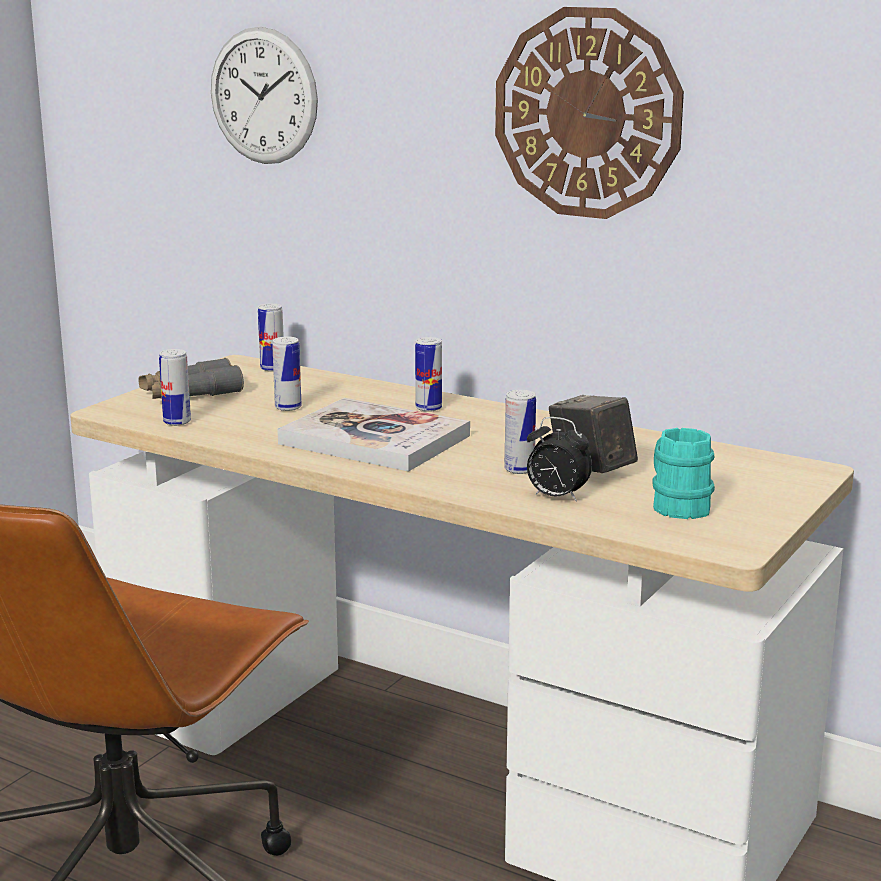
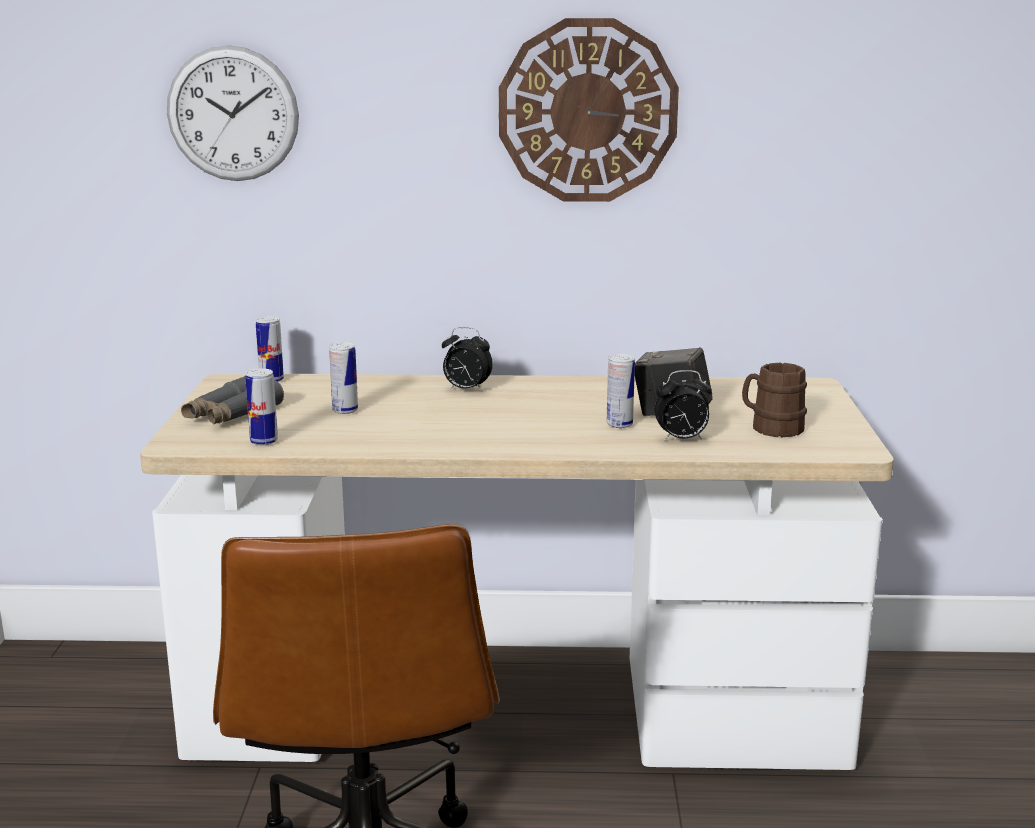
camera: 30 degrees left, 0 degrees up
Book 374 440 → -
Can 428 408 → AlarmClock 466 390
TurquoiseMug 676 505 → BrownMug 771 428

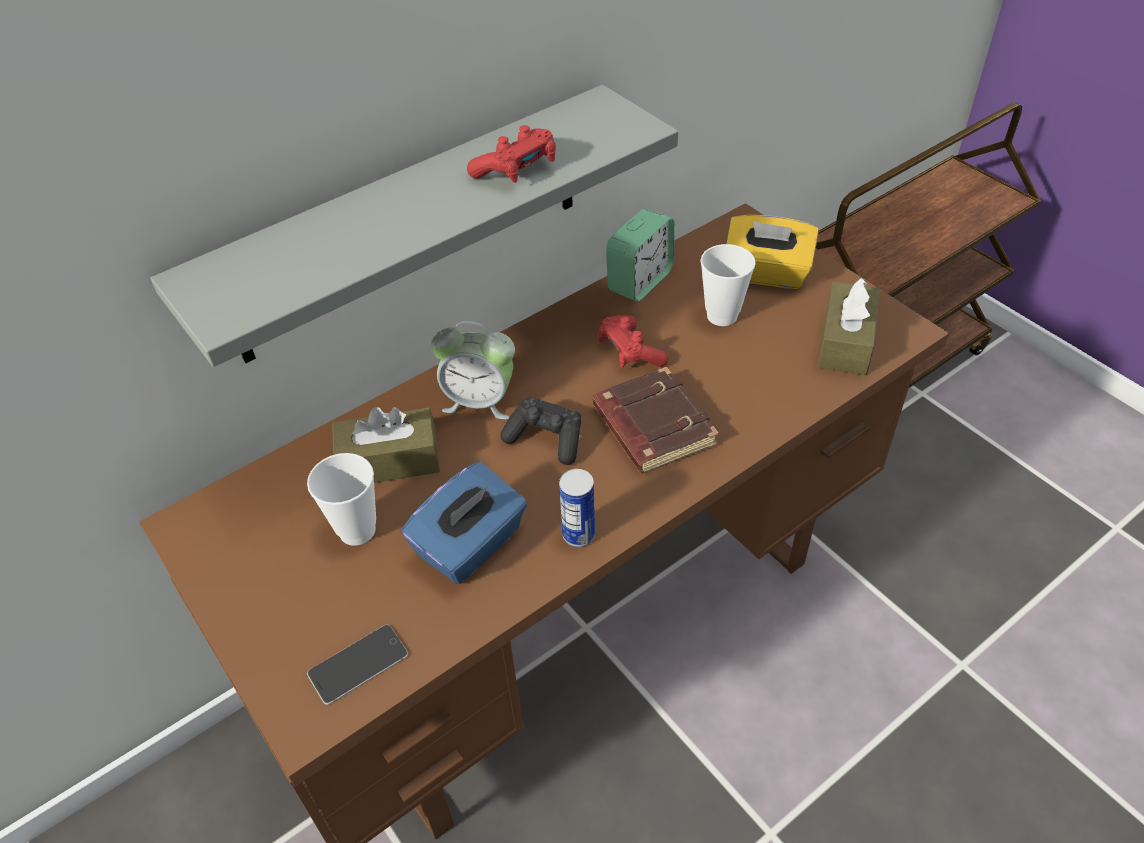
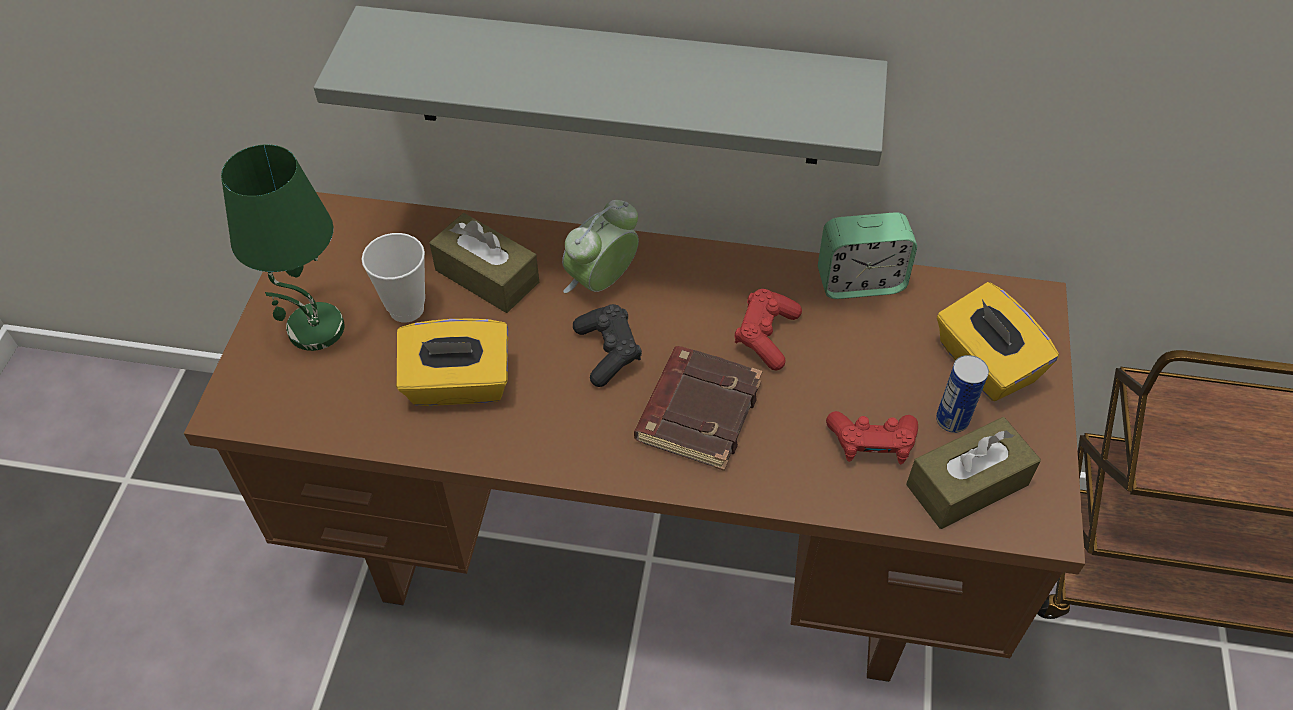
camera: 45 degrees right, 5 degrees up
Phone 358 664 → -
Cup 722 316 → -
- → GreenTableLamp 315 330
RedGameController 517 169 → RedGameController 871 444, relocated
Can 578 535 → Can 952 420, relocated
BlueTissueBox 471 545 → YellowTissueBox 458 385
AlarmClock 479 401 → AlarmClock 602 282, 75 degrees clockwise

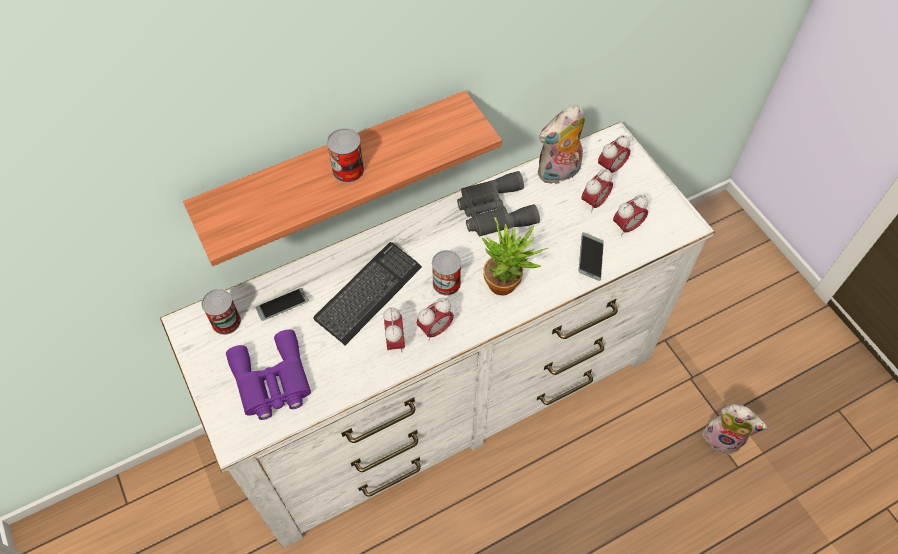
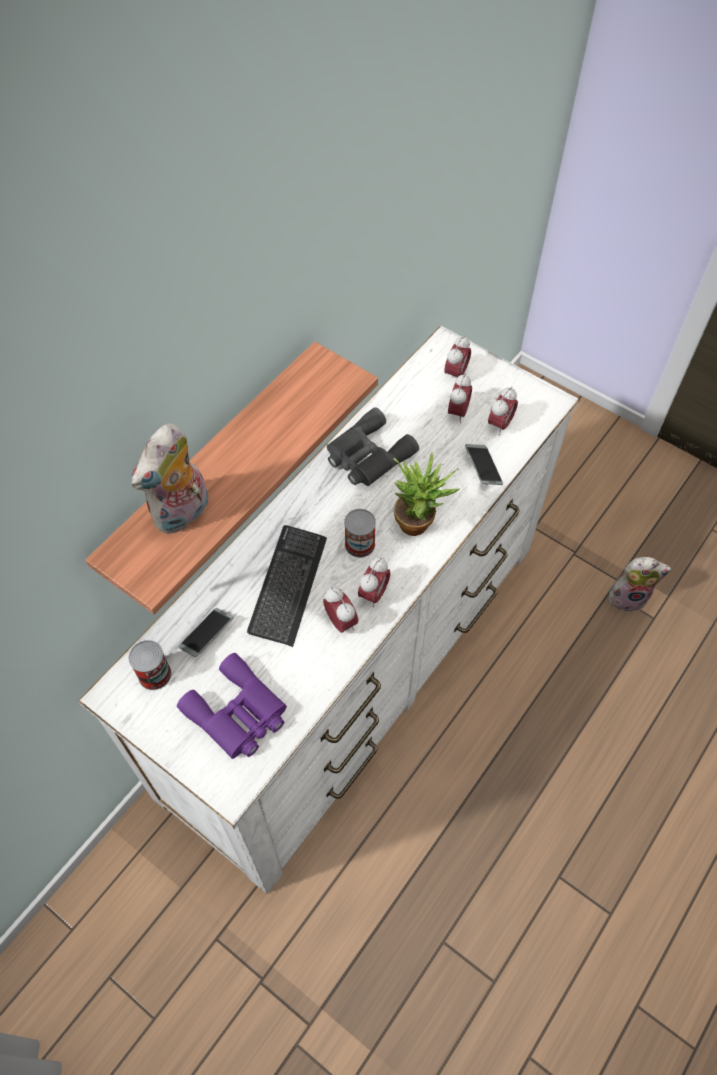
camera: 25 degrees left, 0 degrees up
Can 348 170 → -
PlushToy 558 173 → PlushToy 183 514, relocated

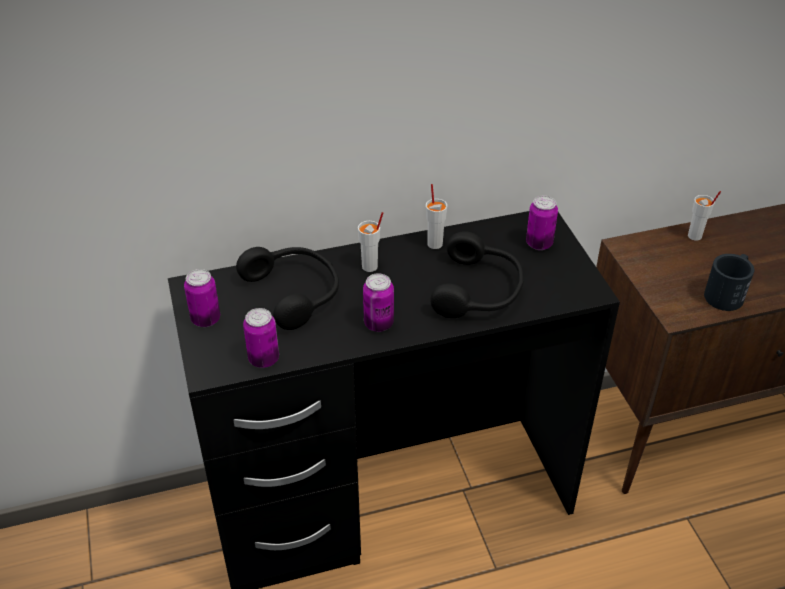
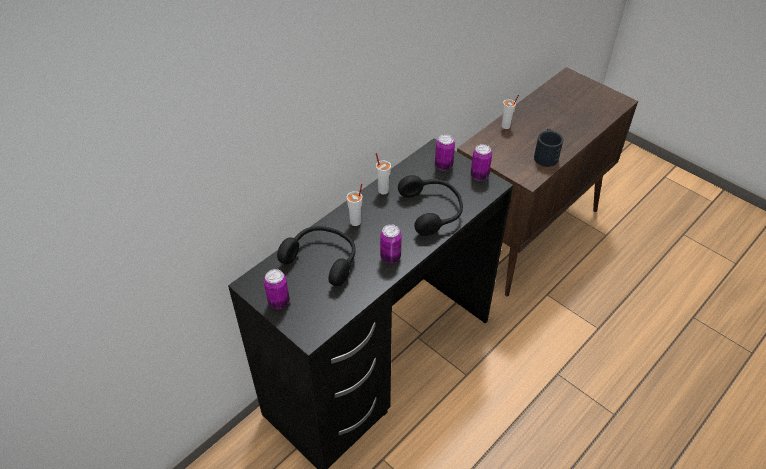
camera: 30 degrees left, 5 degrees up
Can 264 359 → Can 479 176, relocated

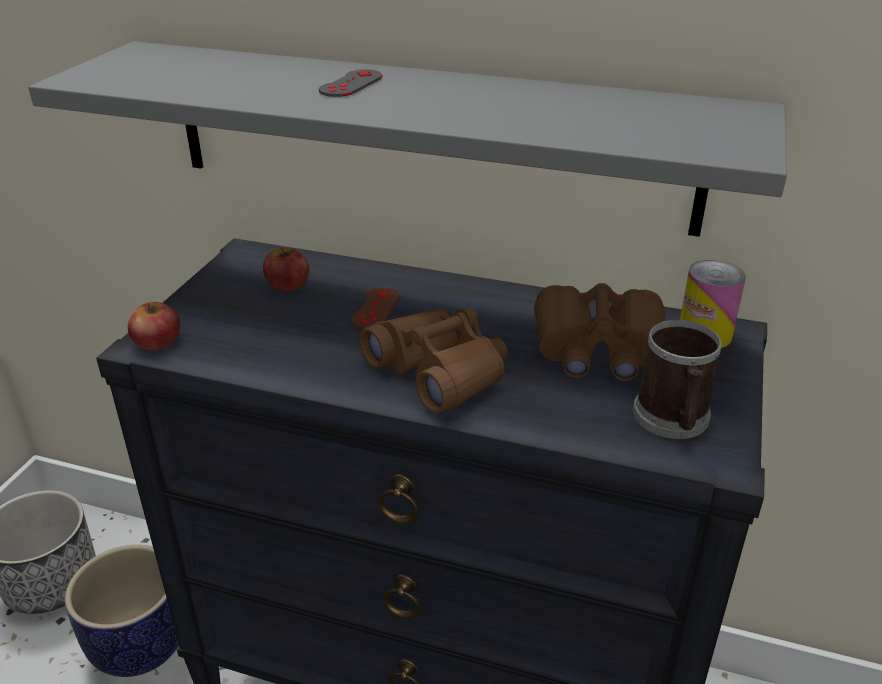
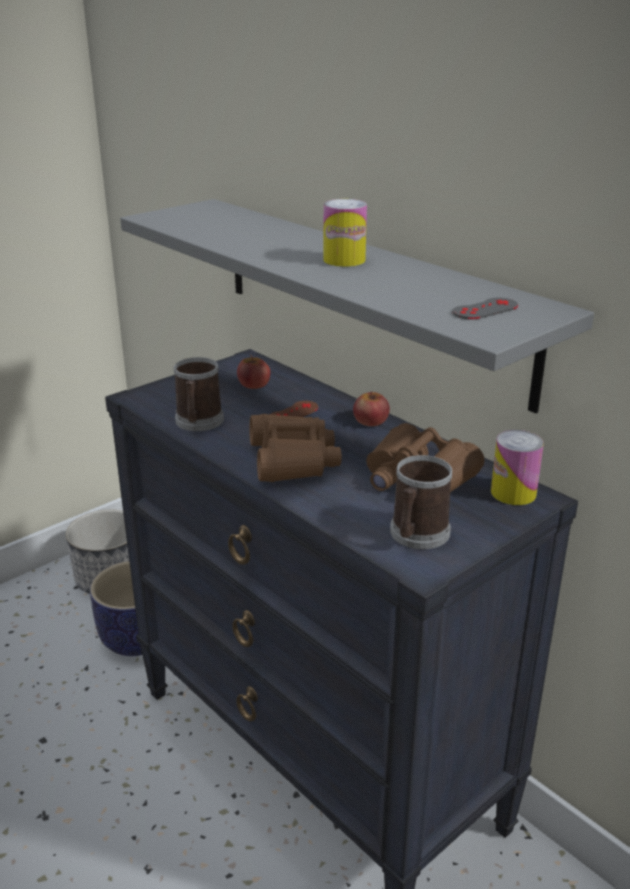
camera: 30 degrees right, 5 degrees down
- → Mug 198 422
- → Can 344 260
Apple 157 341 → Apple 370 421, relocated
GreyGameController 351 84 → GreyGameController 485 309, relocated

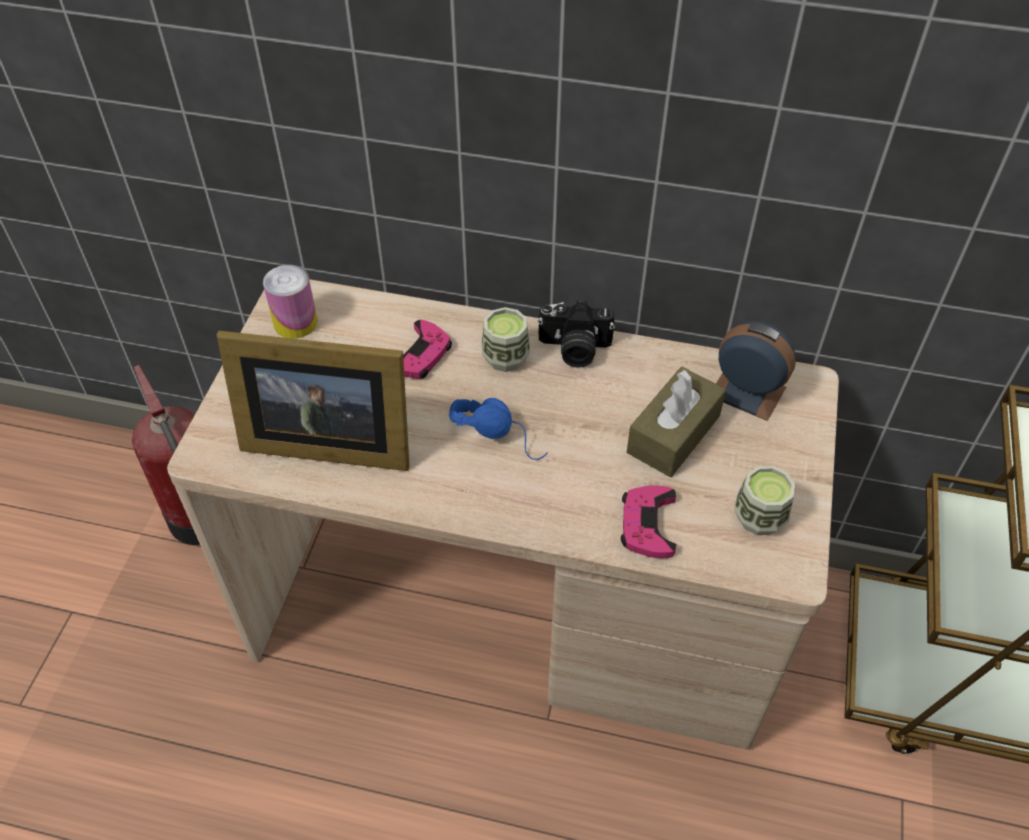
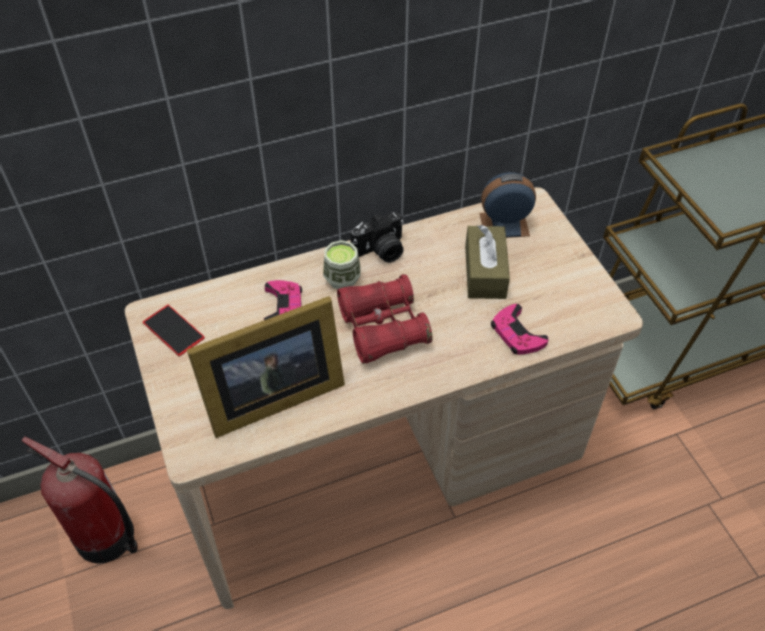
camera: 35 degrees left, 0 degrees up
Cup 759 517 → -
Can 295 322 → Phone 173 330
BlueHeadphones 501 433 → RedBinoculars 383 328

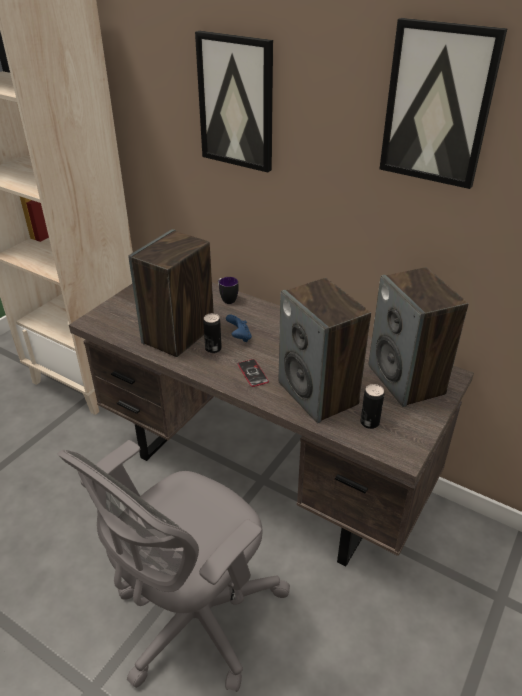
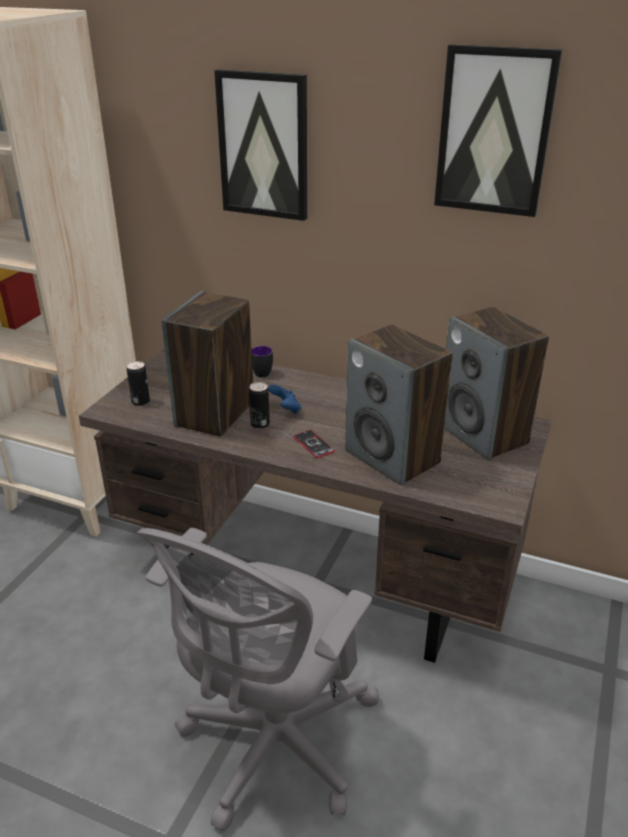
camera: 10 degrees left, 5 degrees down
Can 369 422 → Can 140 402, relocated

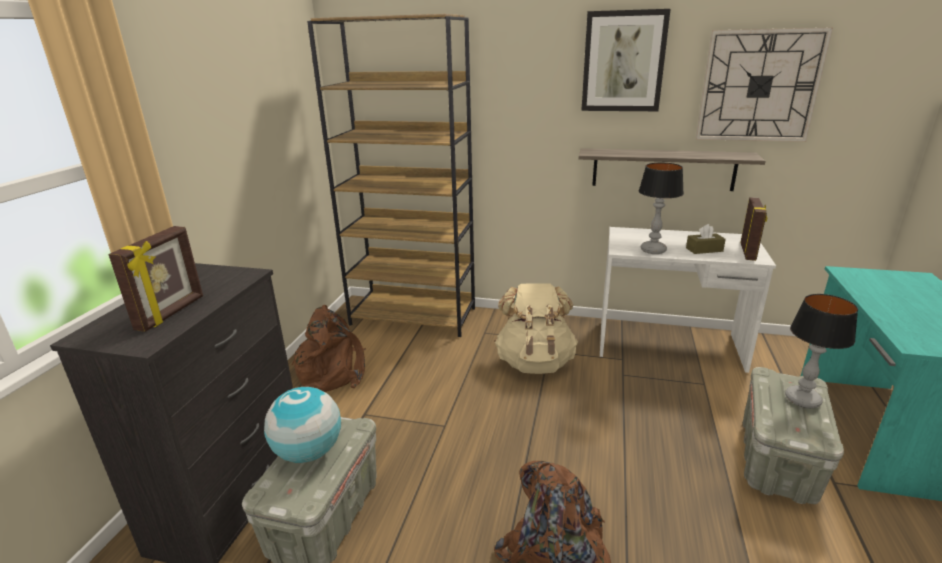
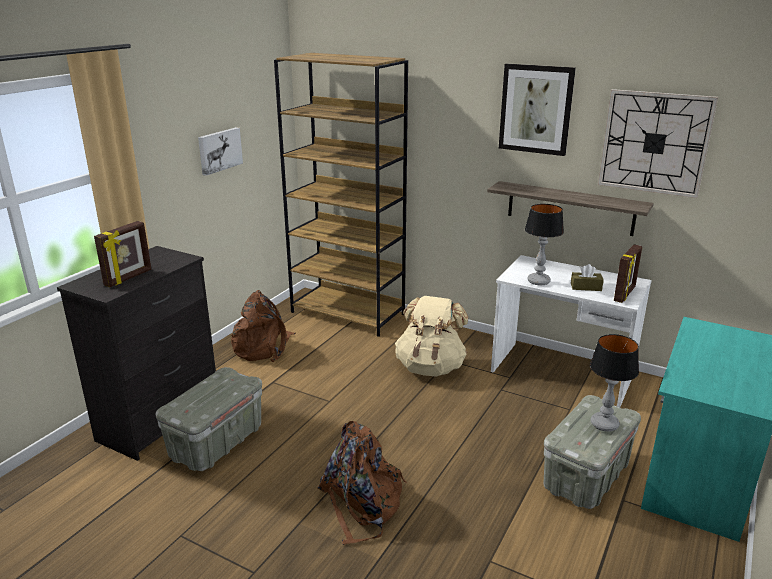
camera: 15 degrees right, 0 degrees up
Globe 309 452 → -
- → Picture 219 150

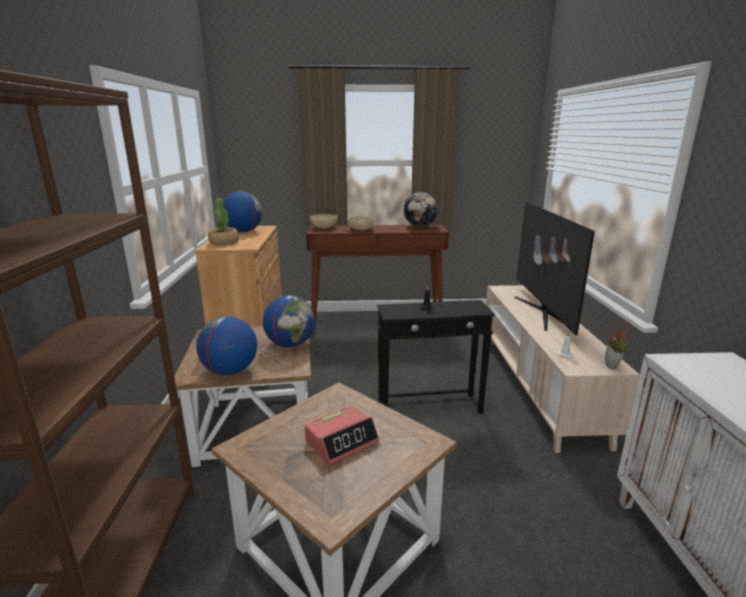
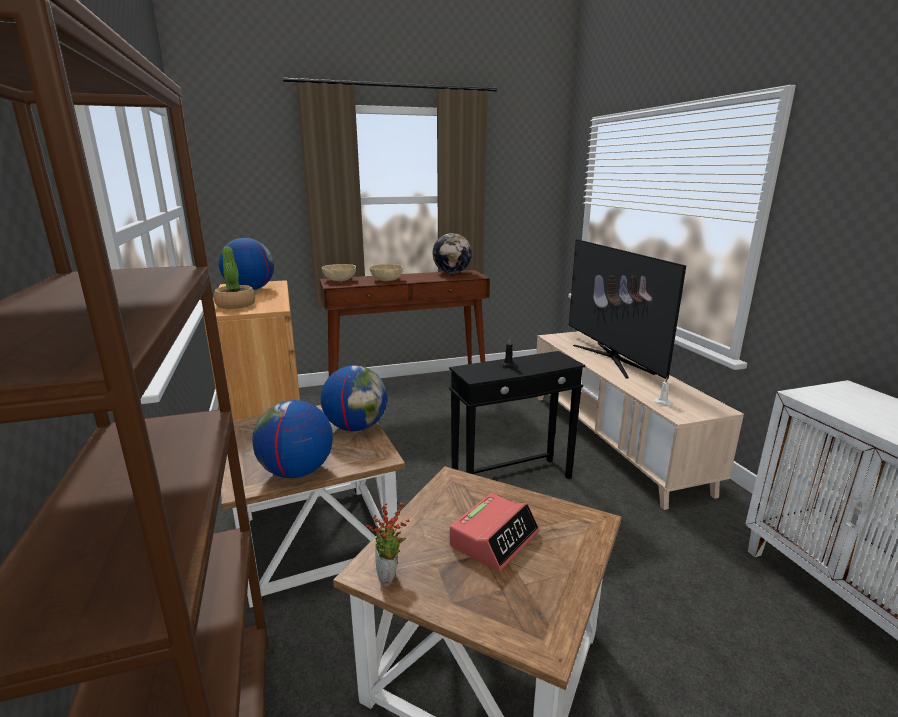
camera: 15 degrees left, 0 degrees up
PottedPlant 613 367 → PottedPlant 390 577, relocated

